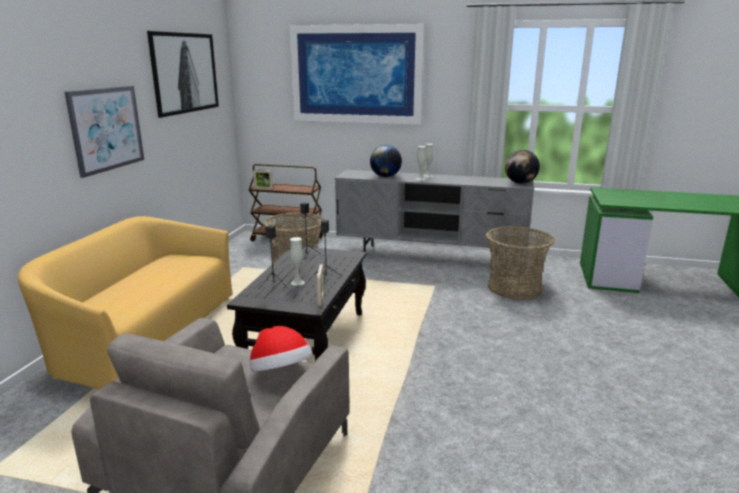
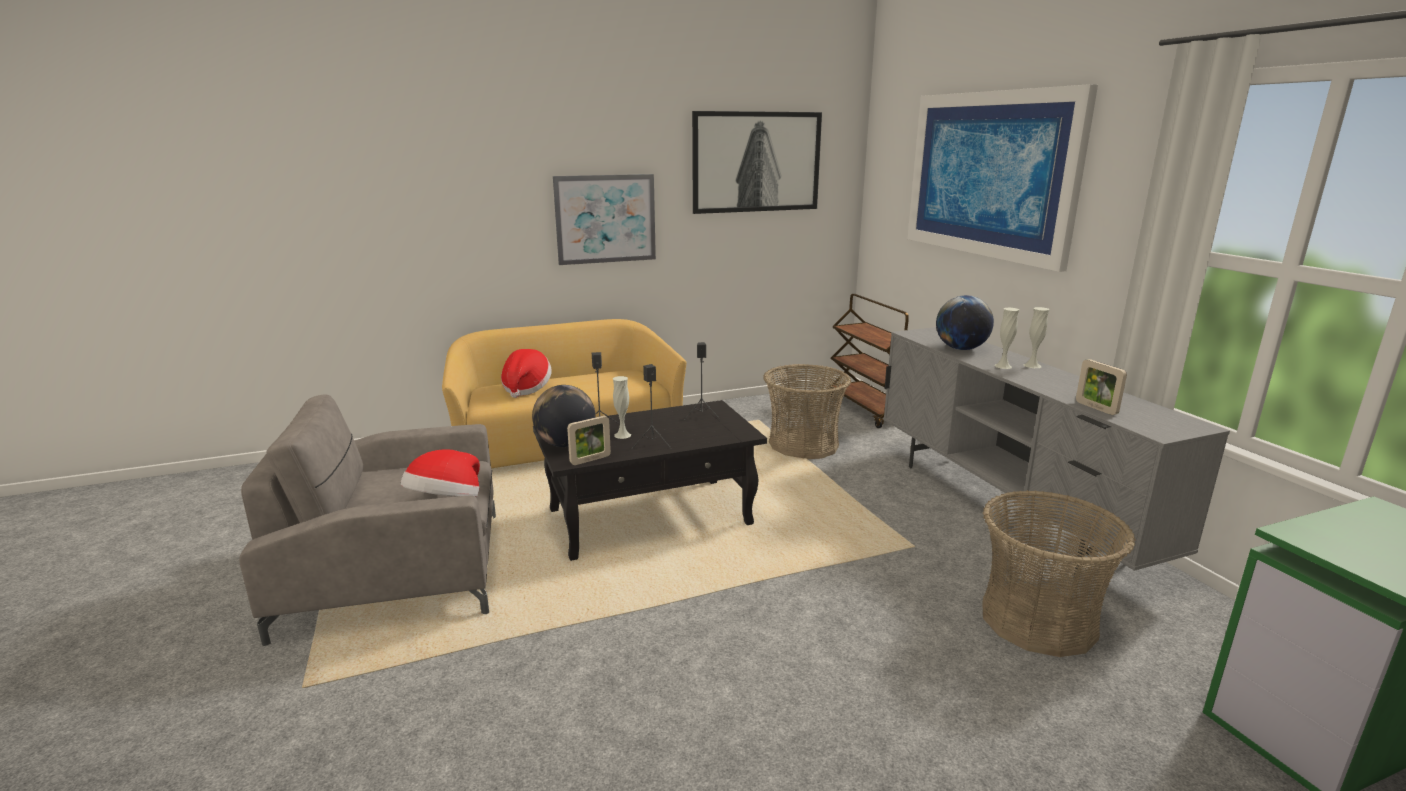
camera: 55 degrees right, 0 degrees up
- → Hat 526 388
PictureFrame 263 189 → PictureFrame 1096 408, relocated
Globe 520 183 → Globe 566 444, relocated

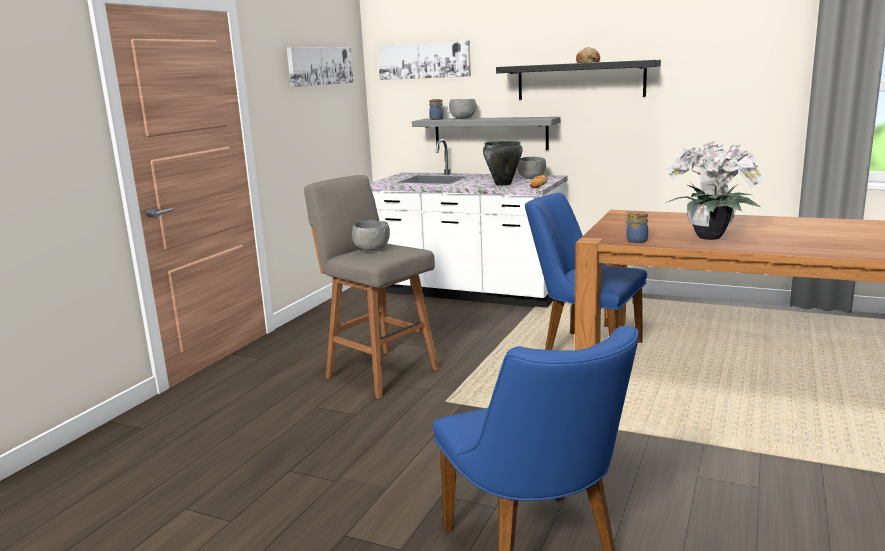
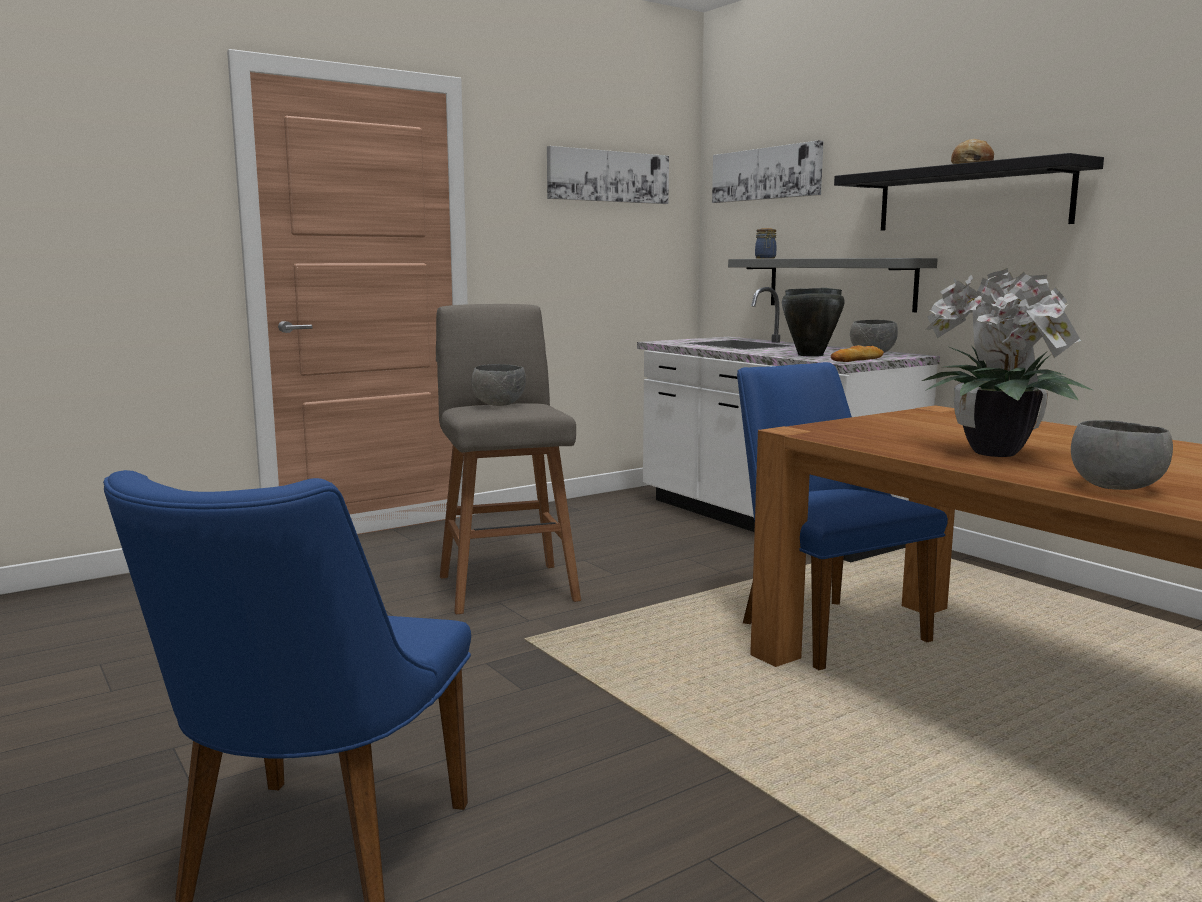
camera: 30 degrees right, 5 degrees down
Jar 636 240 → -
GreyBowl 462 118 → GreyBowl 1114 487, relocated

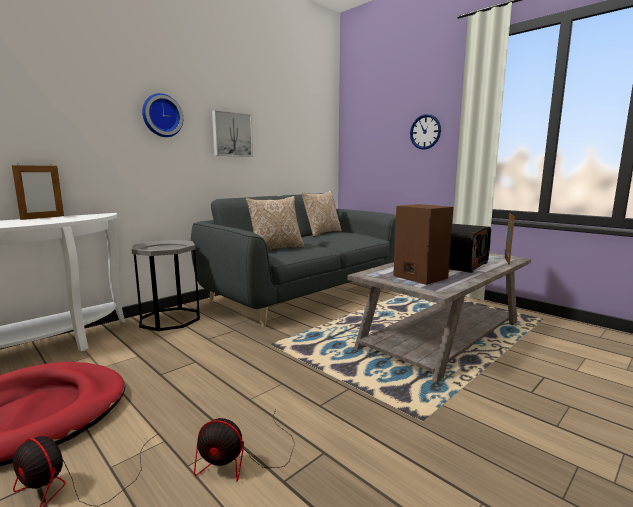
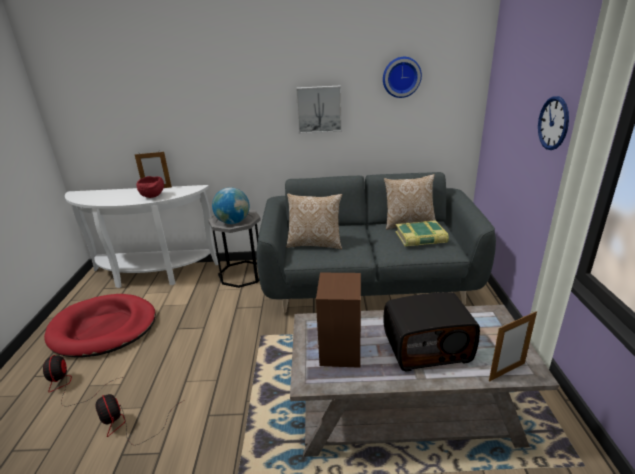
camera: 45 degrees right, 15 degrees up
- → RedBowl 153 196
- → Globe 233 222
- → Book 421 238
WallClock 161 116 → WallClock 401 77, relocated

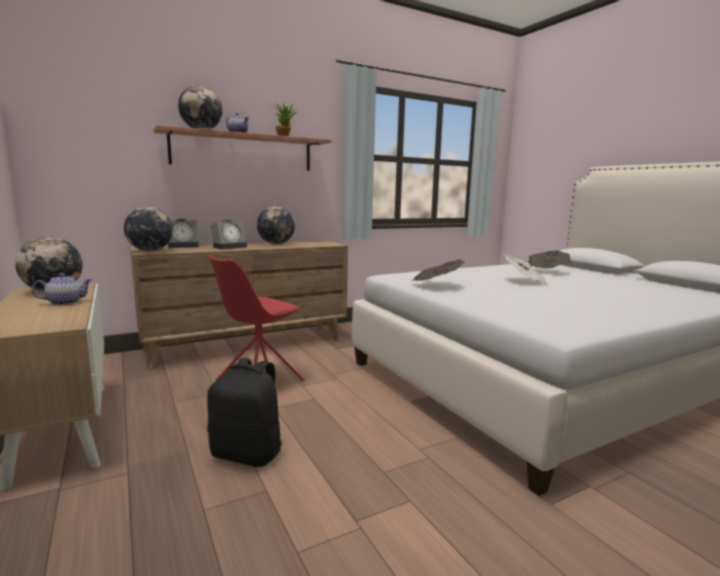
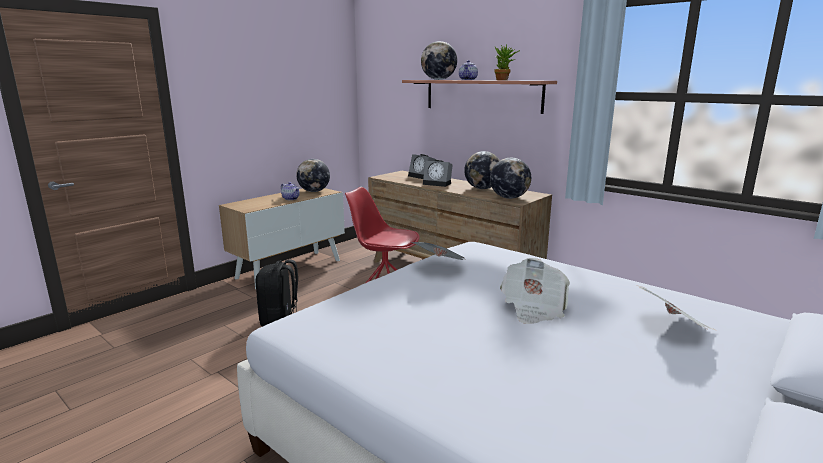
camera: 70 degrees right, 5 degrees up
Globe 150 251 → Globe 509 198, relocated

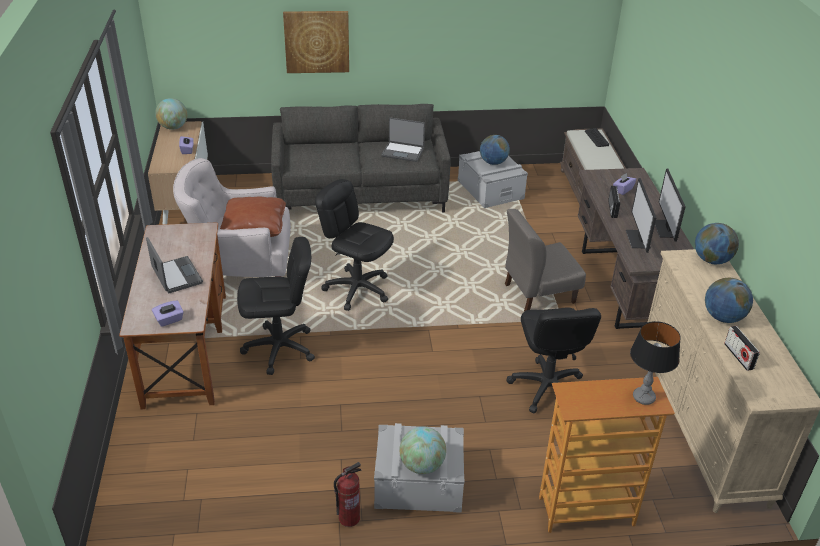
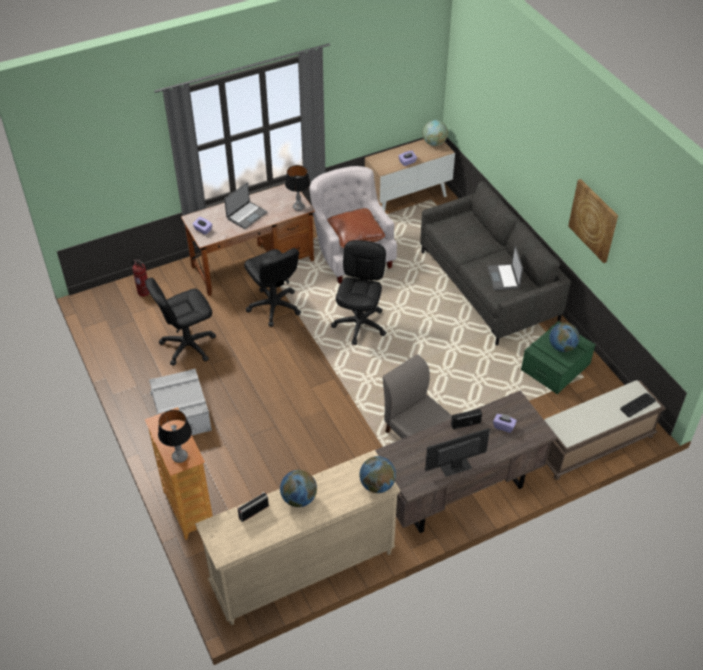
camera: 70 degrees right, 10 degrees up
Globe 422 465 → -
Monitor 638 239 → -
- → TableLamp 298 207
Picture 316 41 → Picture 593 220, relocated
FireExtinguisher 349 517 → FireExtinguisher 144 292, relocated
BlackOfficeChair 546 388 → BlackOfficeChair 188 345, relocated
GreyStorageBox 490 189 → GreenStorageBox 555 367

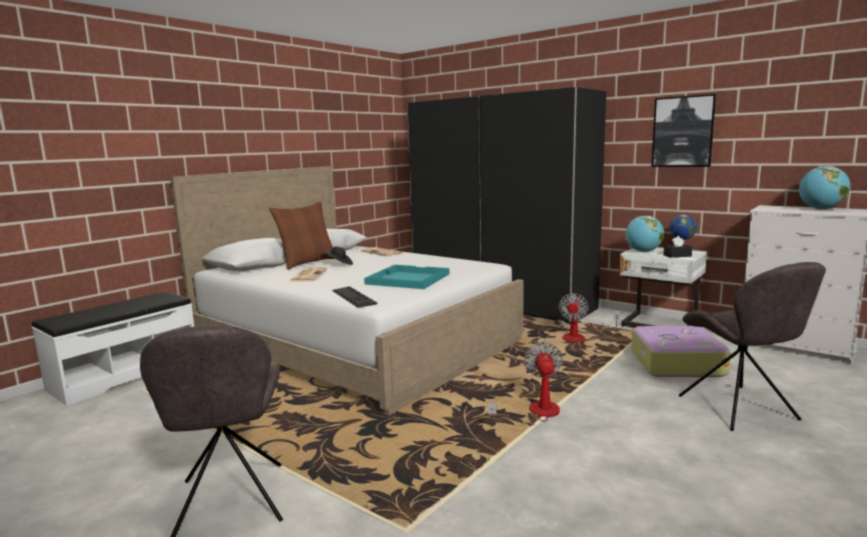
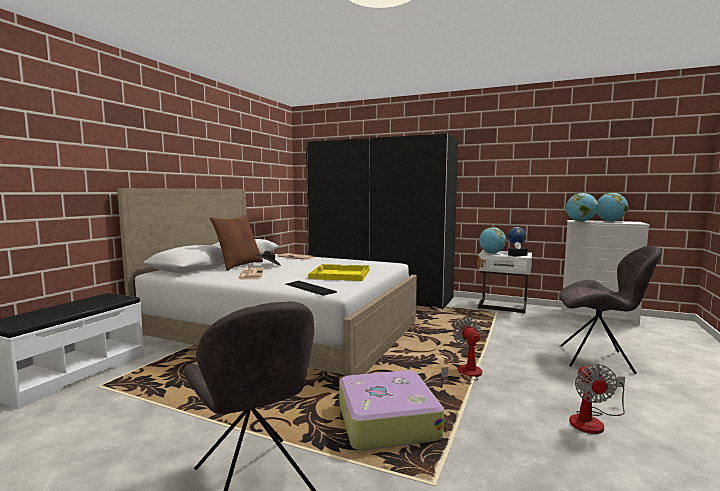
camera: 15 degrees left, 5 degrees down
Picture 683 132 → -
- → Globe 580 221
Fan 581 338 → Fan 593 421, relocated
Suitcase 675 363 → Suitcase 386 421, relocated
TurquoiseTray 407 279 → YellowTray 340 274
GreyChair 739 409 → GreyChair 599 359, 45 degrees counterclockwise

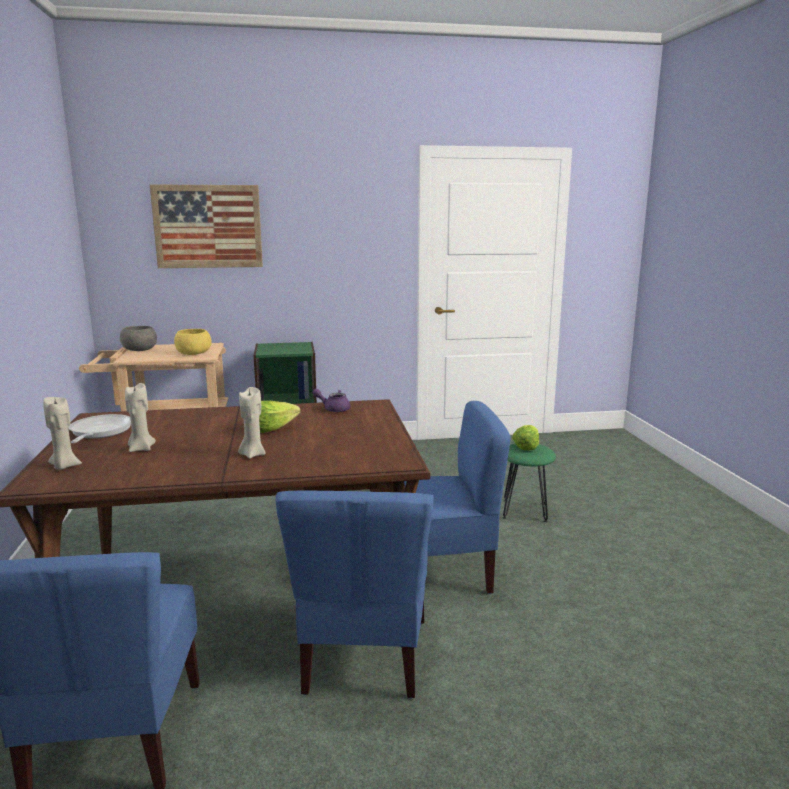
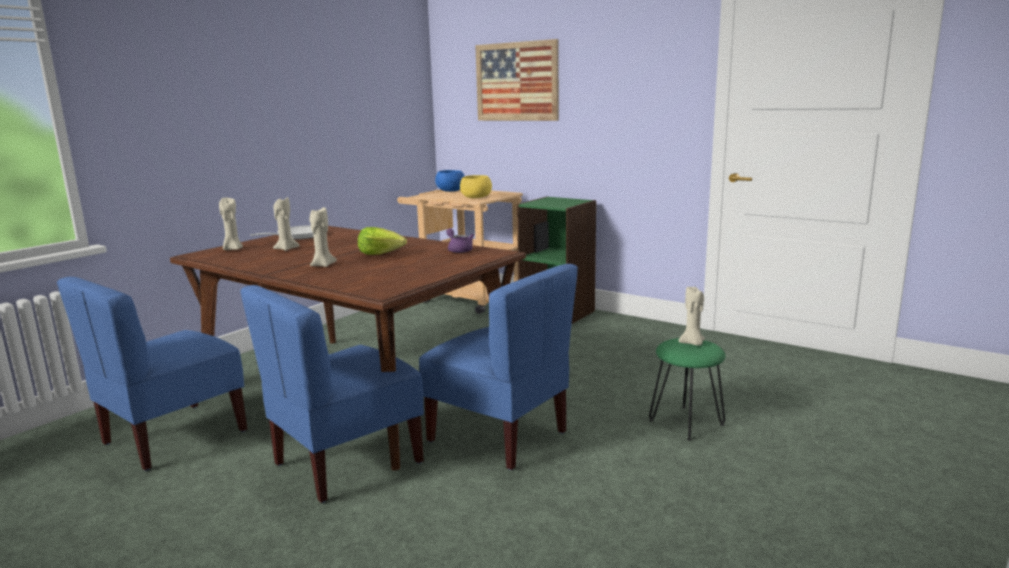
camera: 45 degrees right, 0 degrees up
Lettuce 526 446 → BeigeCandle 692 343
GreyBowl 140 349 → BlueBowl 451 190

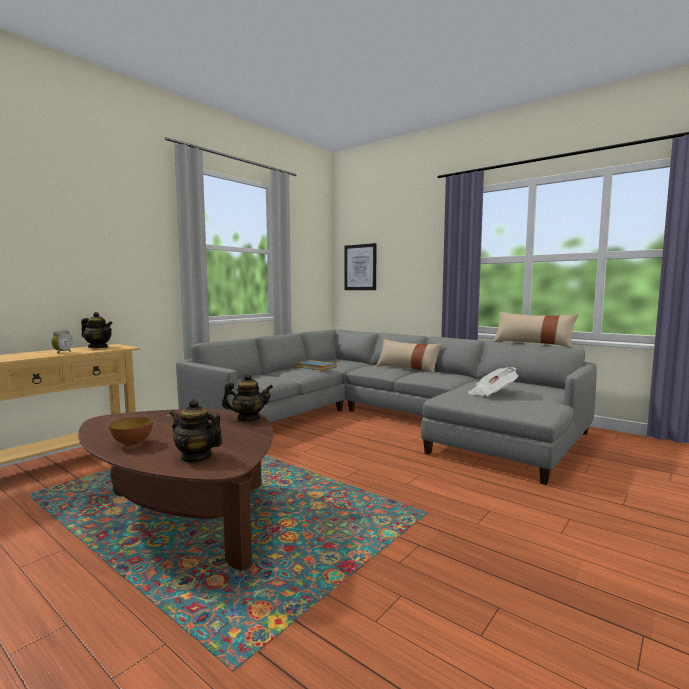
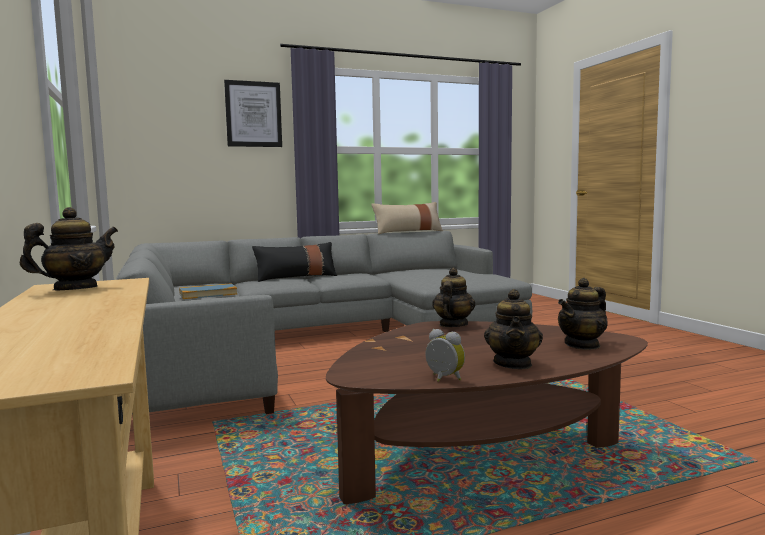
camera: 60 degrees left, 0 degrees up
Newspaper 492 394 → -
AlarmClock 61 353 → AlarmClock 443 379, relocated
Picture 360 267 → Picture 253 114, relocated
Bowl 132 444 → Teapot 513 364
BeigePillow 407 368 → BlackPillow 296 277

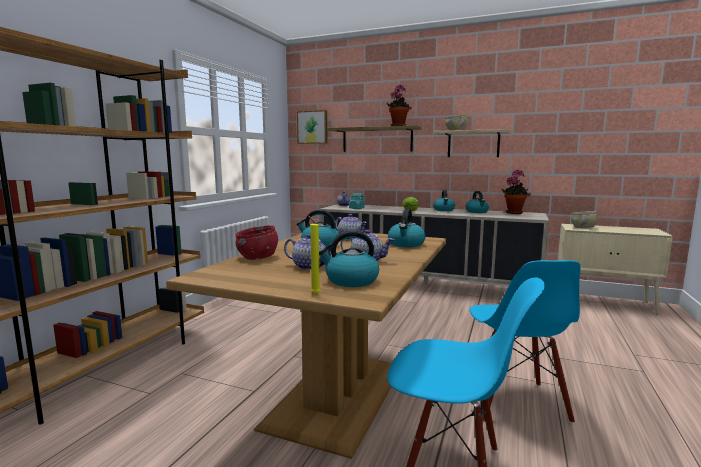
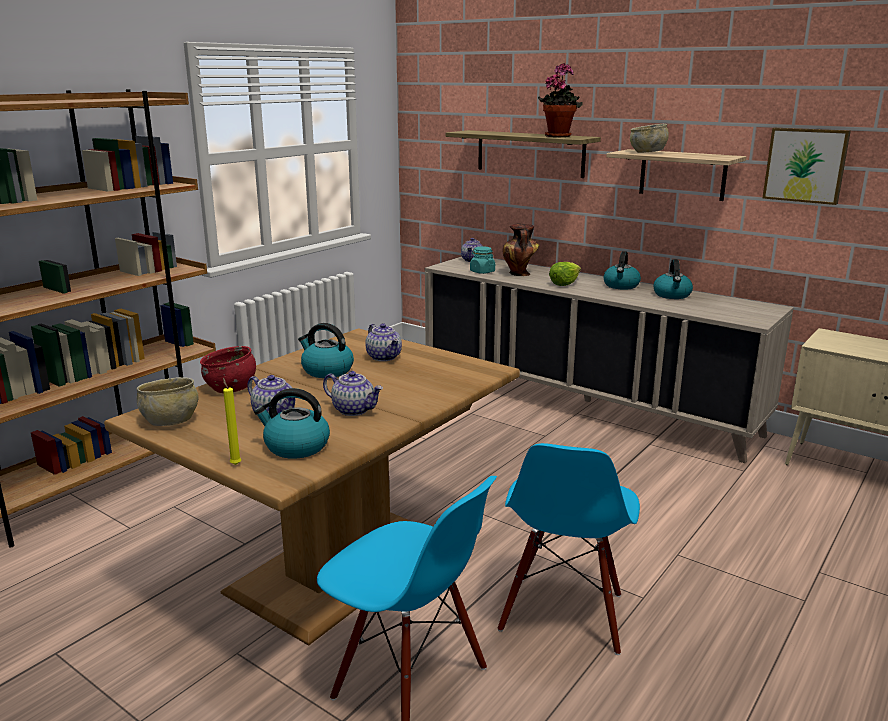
camera: 15 degrees right, 10 degrees up
Kettle 406 244 → -
PottedPlant 514 212 → -
- → Vase 520 274
Picture 313 127 → Picture 806 165, relocated
BeigeBowl 583 228 → BeigeBowl 171 421, relocated

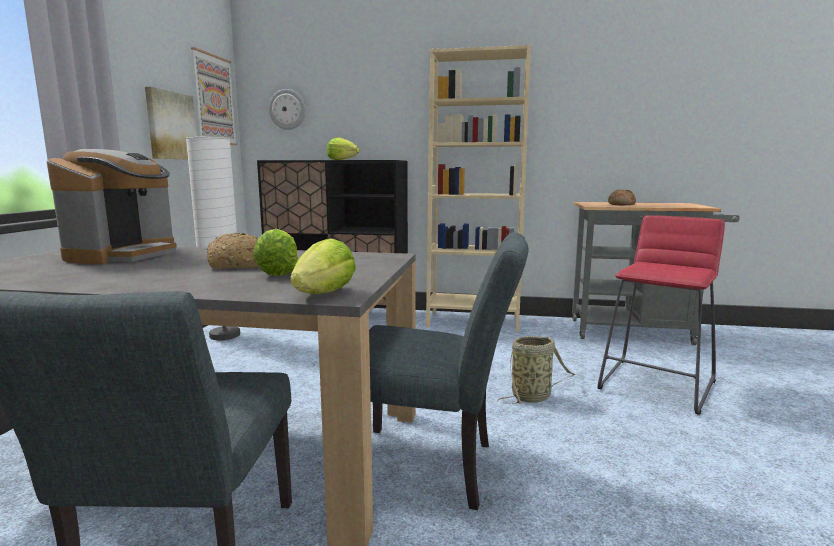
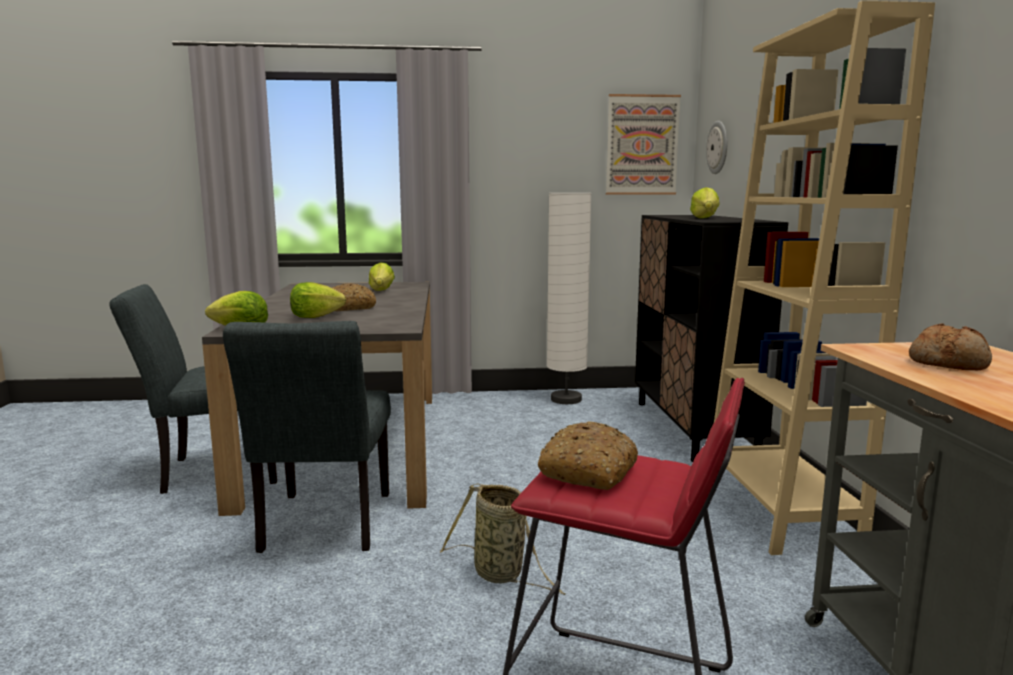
camera: 75 degrees right, 0 degrees up
Picture 171 126 → -
- → Bread 588 471
CoffeeMachine 124 255 → Lettuce 381 291

